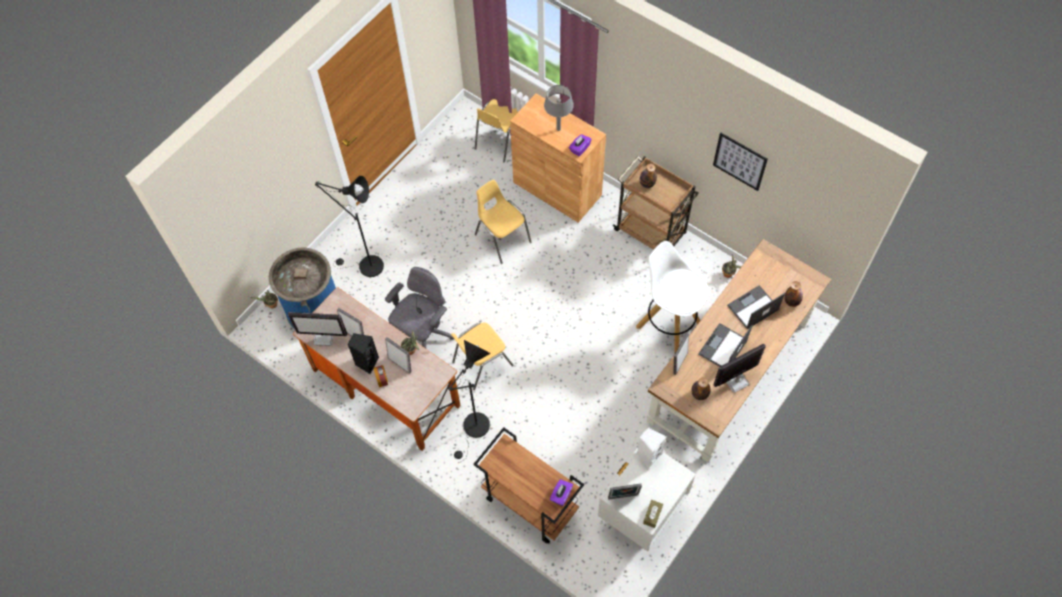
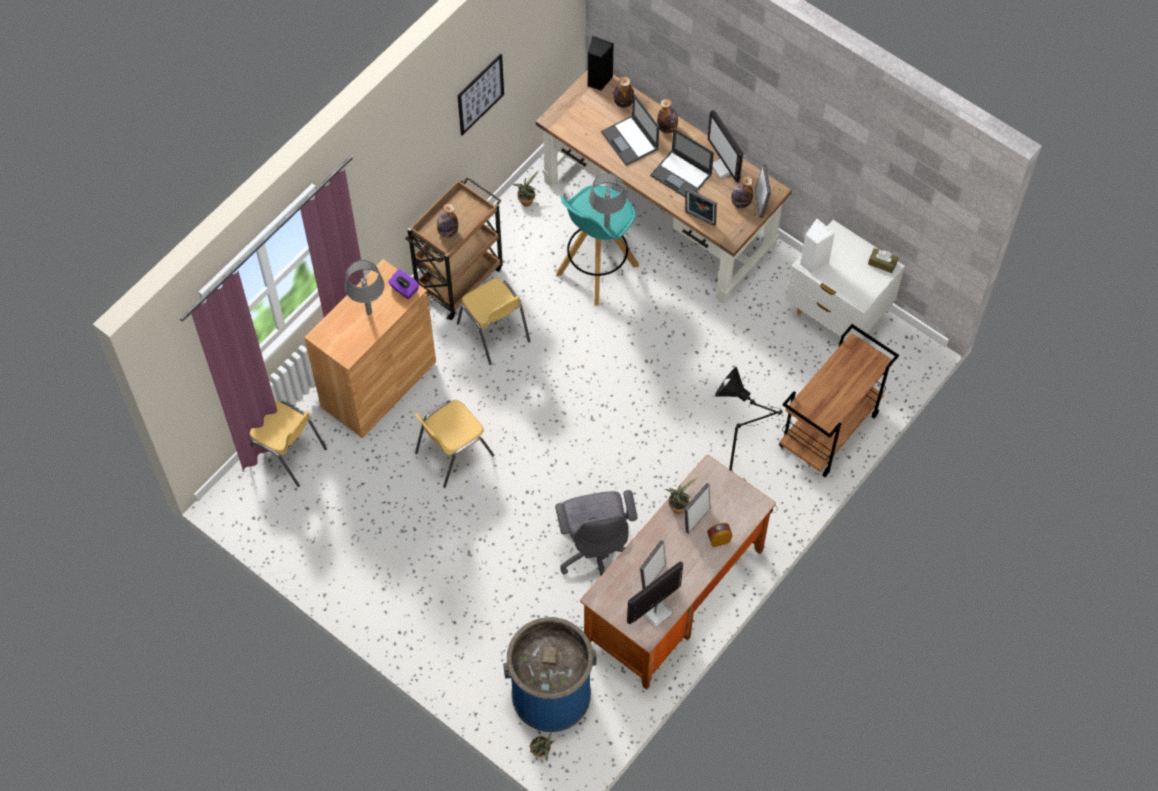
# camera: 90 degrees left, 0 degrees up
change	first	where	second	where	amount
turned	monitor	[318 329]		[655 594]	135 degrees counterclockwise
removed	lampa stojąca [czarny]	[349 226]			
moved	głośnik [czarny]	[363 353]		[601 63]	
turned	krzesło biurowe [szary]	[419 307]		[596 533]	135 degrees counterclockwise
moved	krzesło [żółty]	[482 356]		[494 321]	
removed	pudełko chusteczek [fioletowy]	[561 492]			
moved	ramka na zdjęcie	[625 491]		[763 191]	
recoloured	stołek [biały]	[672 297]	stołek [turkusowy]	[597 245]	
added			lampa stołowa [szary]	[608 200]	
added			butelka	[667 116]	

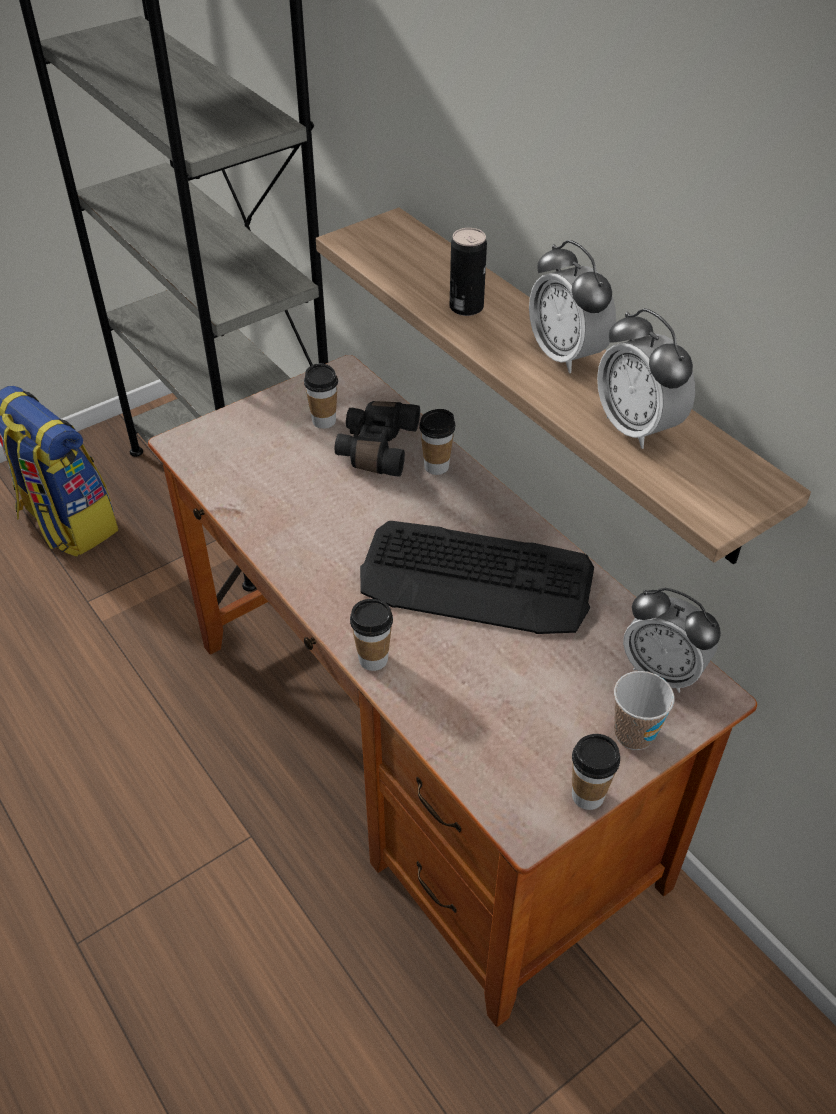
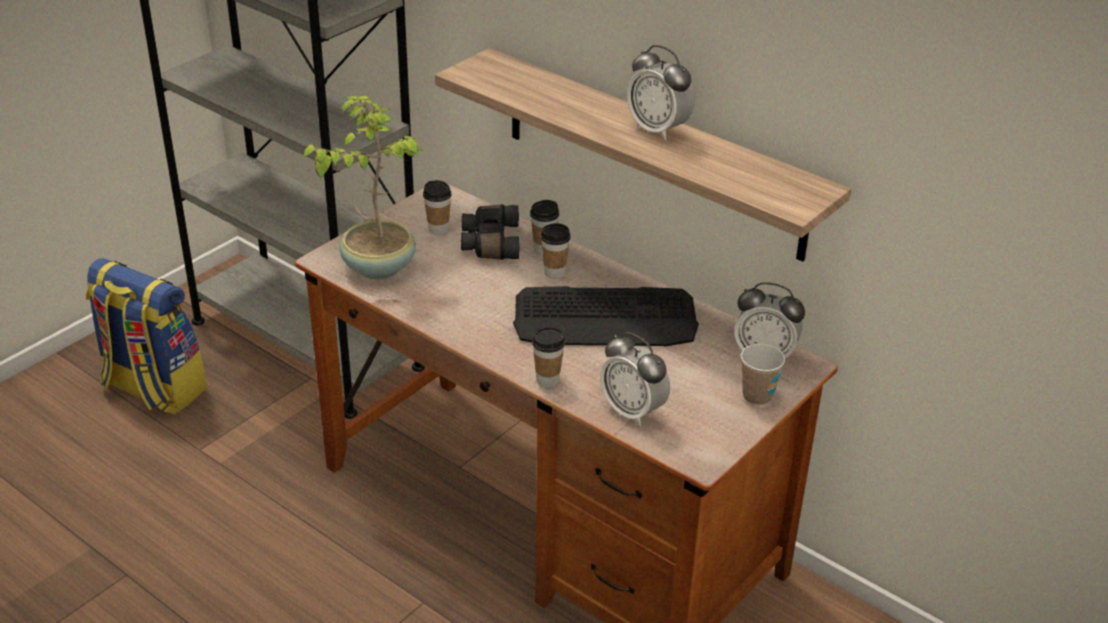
# camera: 15 degrees left, 10 degrees down
change	first	where	second	where	amount
removed	puszka	[468 272]			
moved	filiżanka	[596 772]		[555 251]	
moved	budzik	[646 378]		[635 379]	
added			roślina doniczkowa	[363 187]	

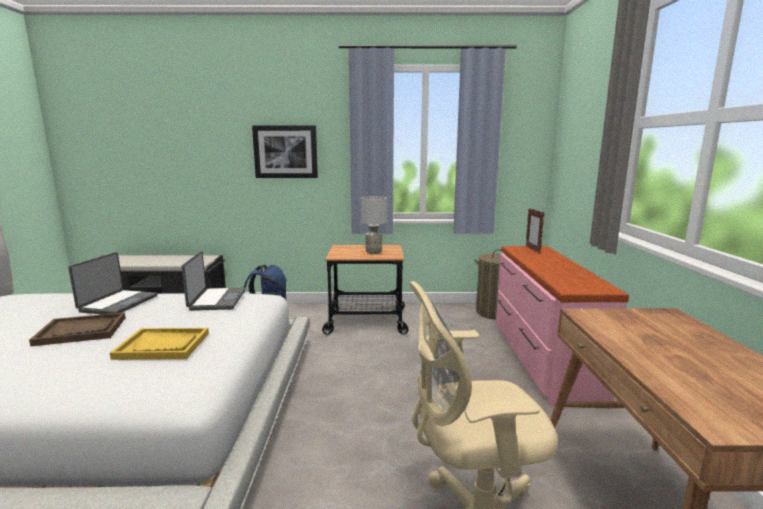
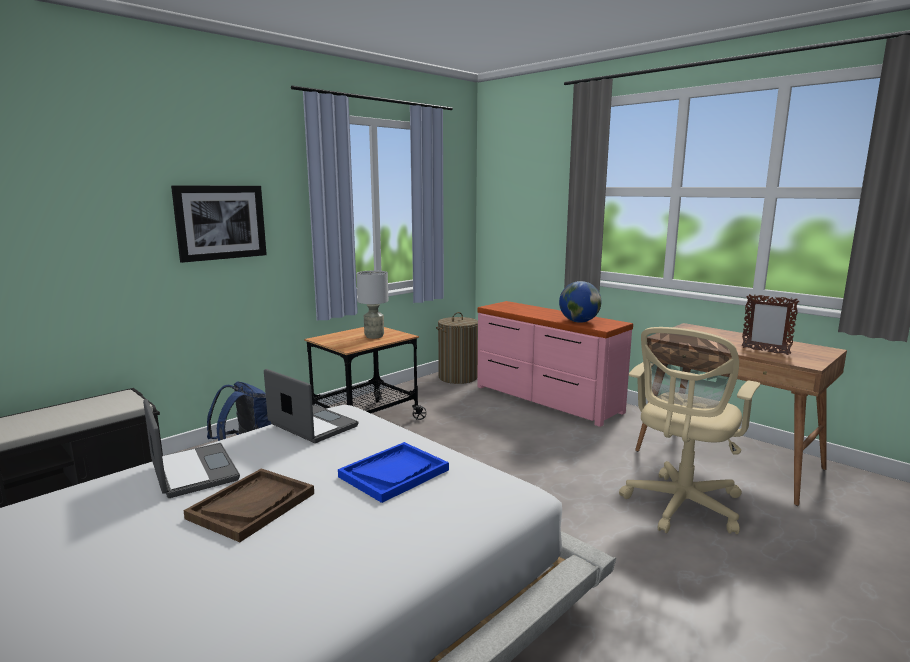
# camera: 45 degrees left, 0 degrees up
change	first	where	second	where	amount
recoloured	taca [żółty]	[159 344]	taca [niebieski]	[393 472]	
moved	ramka na zdjęcie	[535 231]		[770 324]	
added			globus	[580 302]	

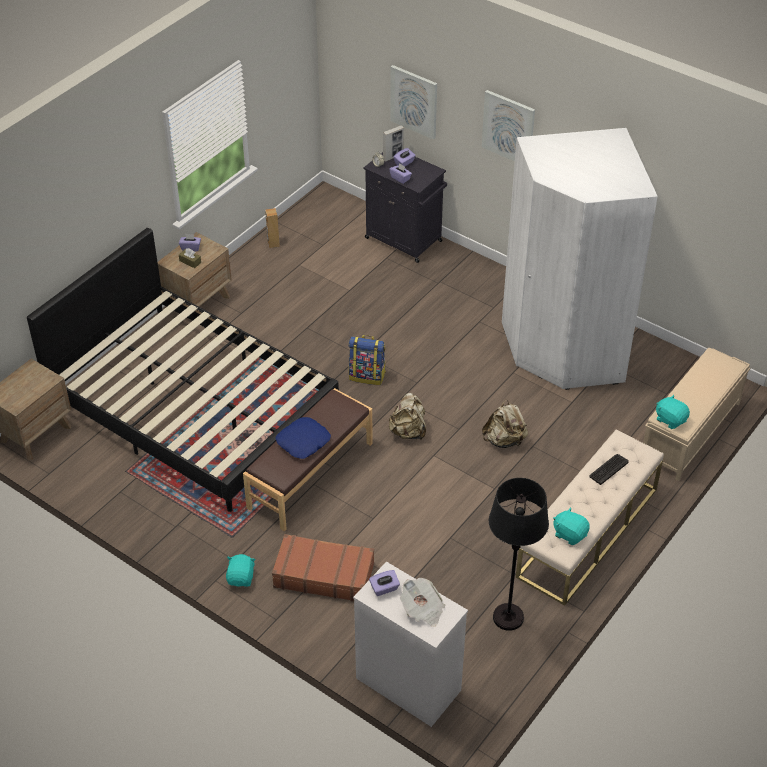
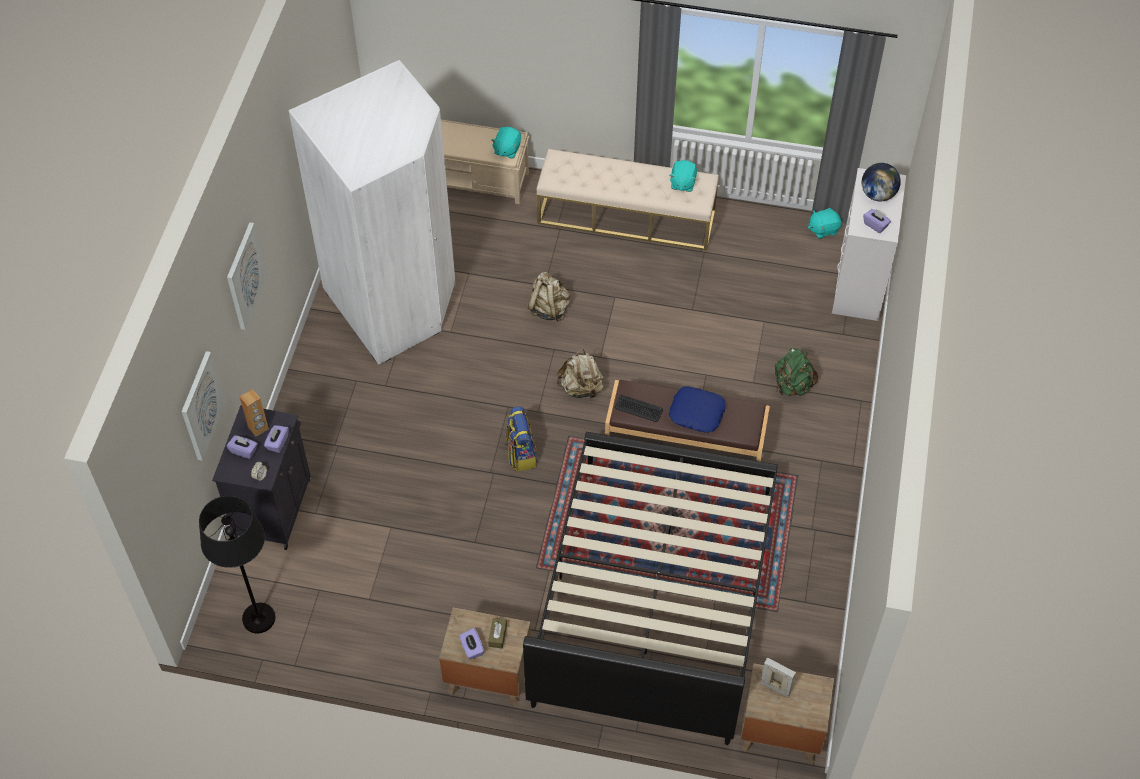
# camera: 115 degrees left, 10 degrees up
change	first	where	second	where	amount
moved	pluszak [turkusowy]	[241 570]		[825 223]	
moved	głośnik [brązowy]	[272 228]		[254 413]	
replaced	walizka [brązowy]	[323 568]	plecak [zielony]	[796 372]	
moved	ramka na zdjęcie	[393 143]		[778 678]	
replaced	gazeta	[422 602]	globus	[881 182]	
moved	lampa stojąca [czarny]	[519 554]		[237 564]	
moved	klawiatura	[609 469]		[639 408]	

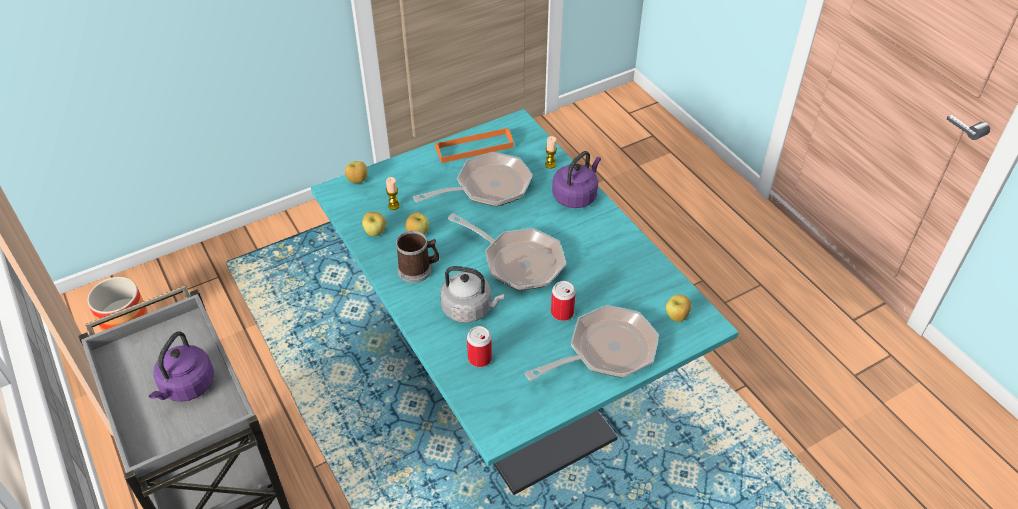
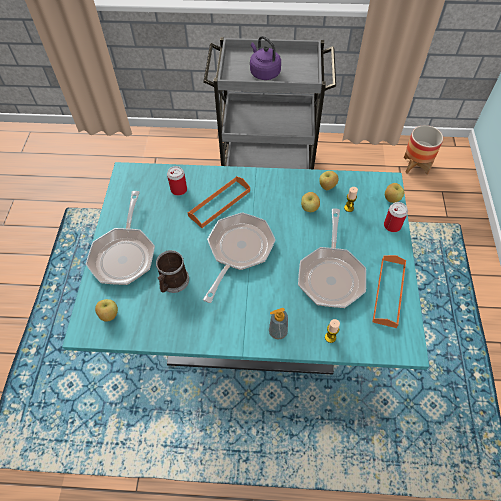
# camera: 125 degrees right, 10 degrees up
change	first	where	second	where	amount
moved	kubek	[417 257]		[172 271]	
replaced	czajnik [szary]	[472 294]	taca [pomarańczowy]	[218 202]	
turned	patelnia	[507 251]		[239 257]	135 degrees clockwise
moved	puszka	[563 301]		[396 217]	
replaced	czajnik [fioletowy]	[576 179]	dozownik mydła	[278 324]	

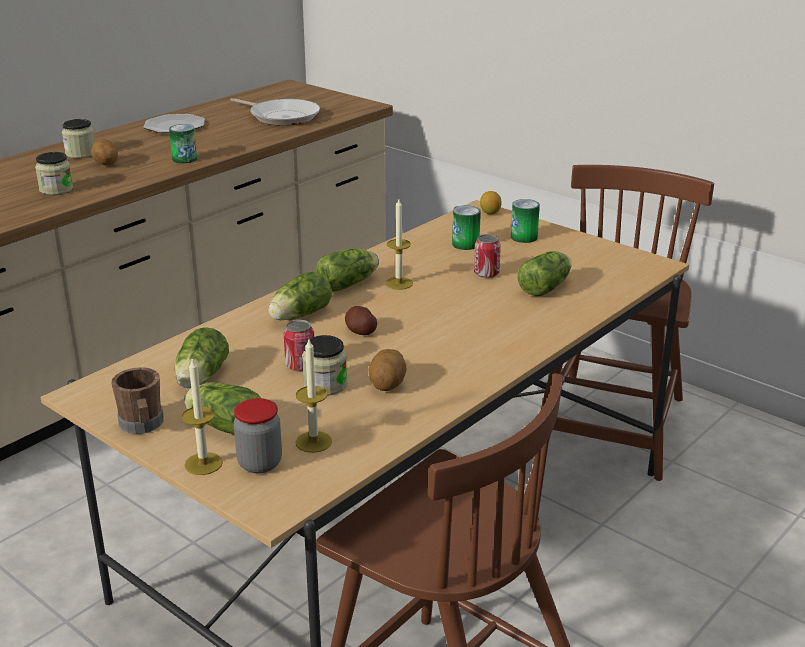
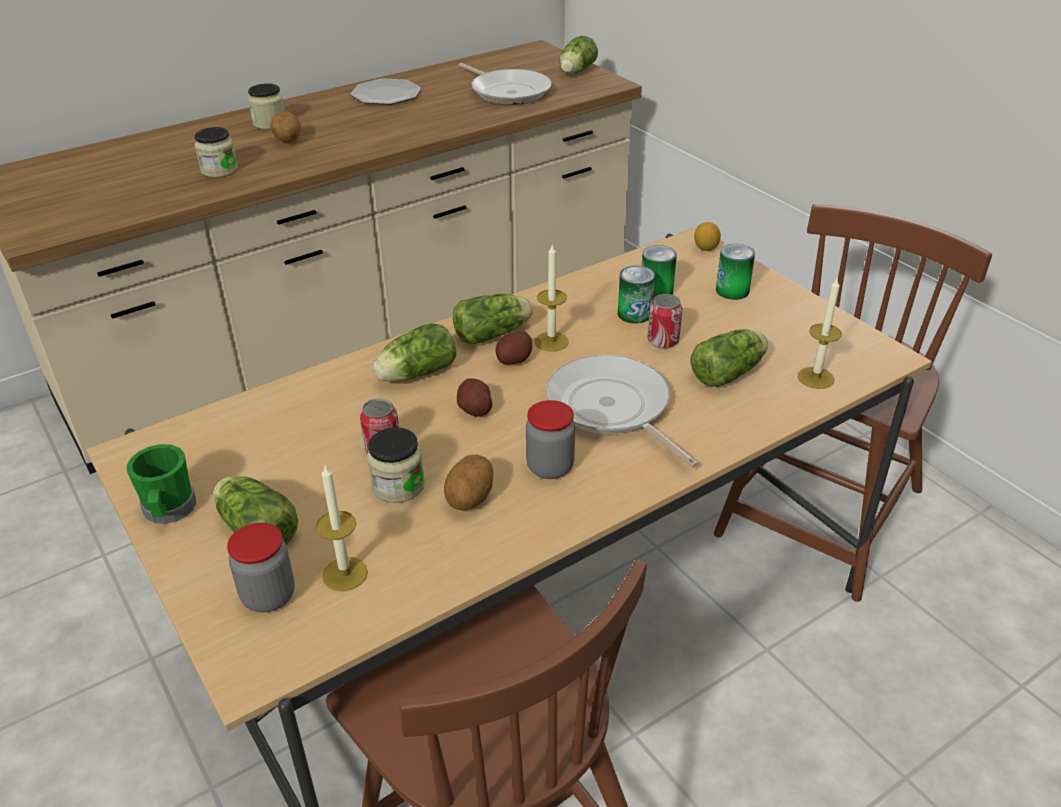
# camera: 15 degrees right, 10 degrees up
change	first	where	second	where	amount
recoloured	kubek [brązowy]	[137 400]	kubek [zielony]	[161 484]	
moved	puszka	[183 144]		[636 295]	
moved	sałata	[202 357]		[579 55]	
moved	świeca	[202 416]		[820 333]	
added			ziemniak	[513 348]	
added			słoik	[550 439]	
added			patelnia	[622 411]	

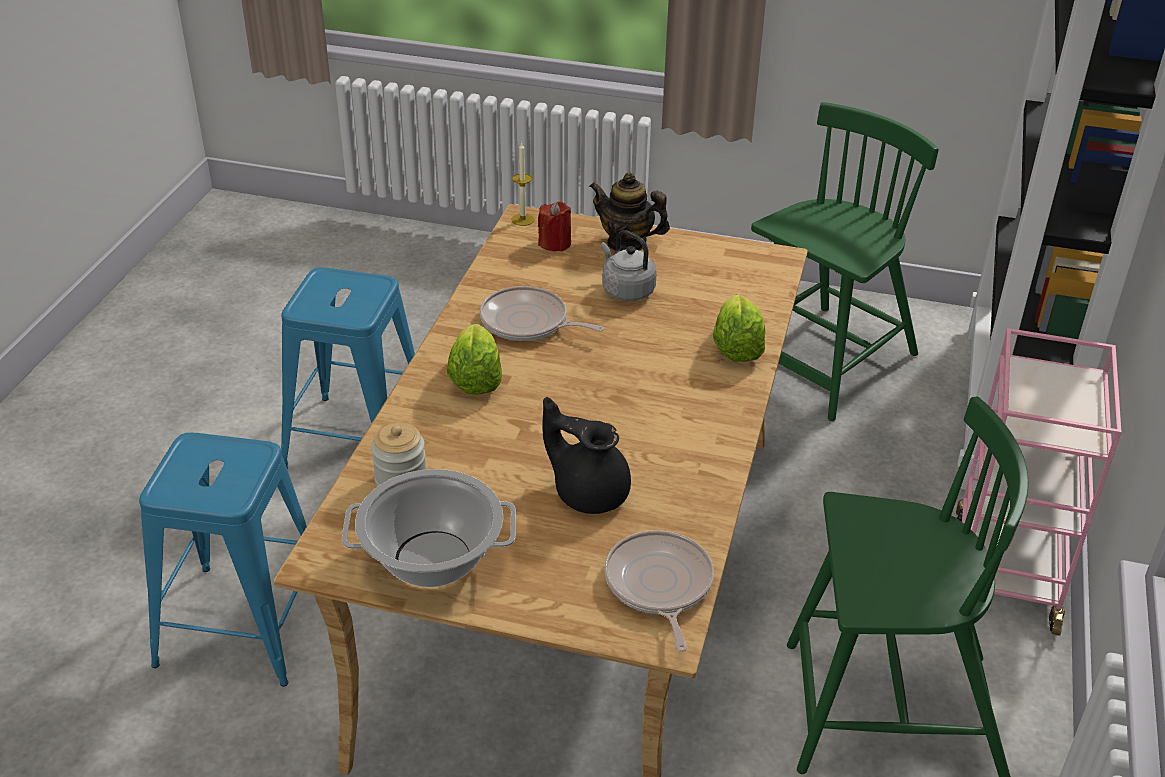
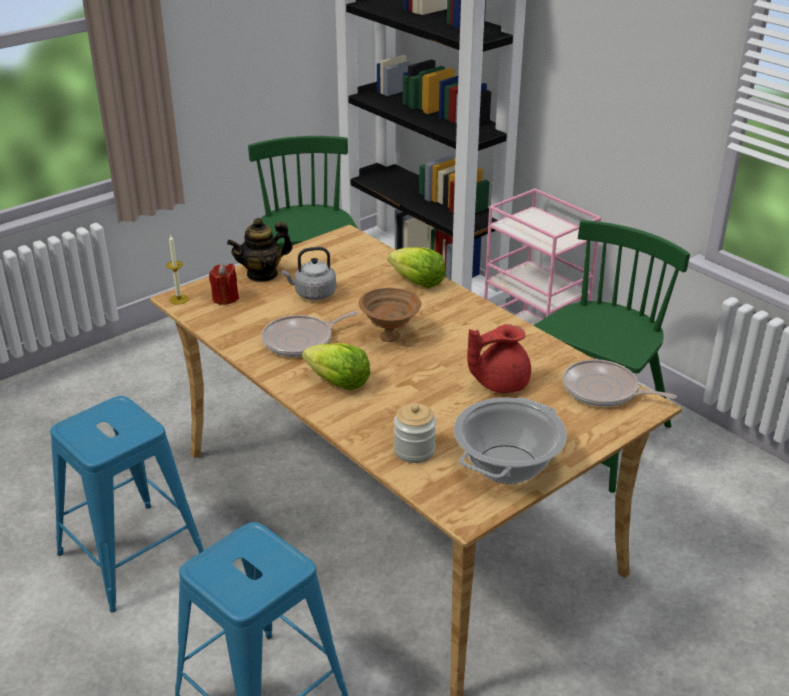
# camera: 55 degrees left, 5 degrees down
change	first	where	second	where	amount
recoloured	imbryk [czarny]	[586 455]	imbryk [czerwony]	[499 358]	
added			miska [brązowy]	[390 315]	

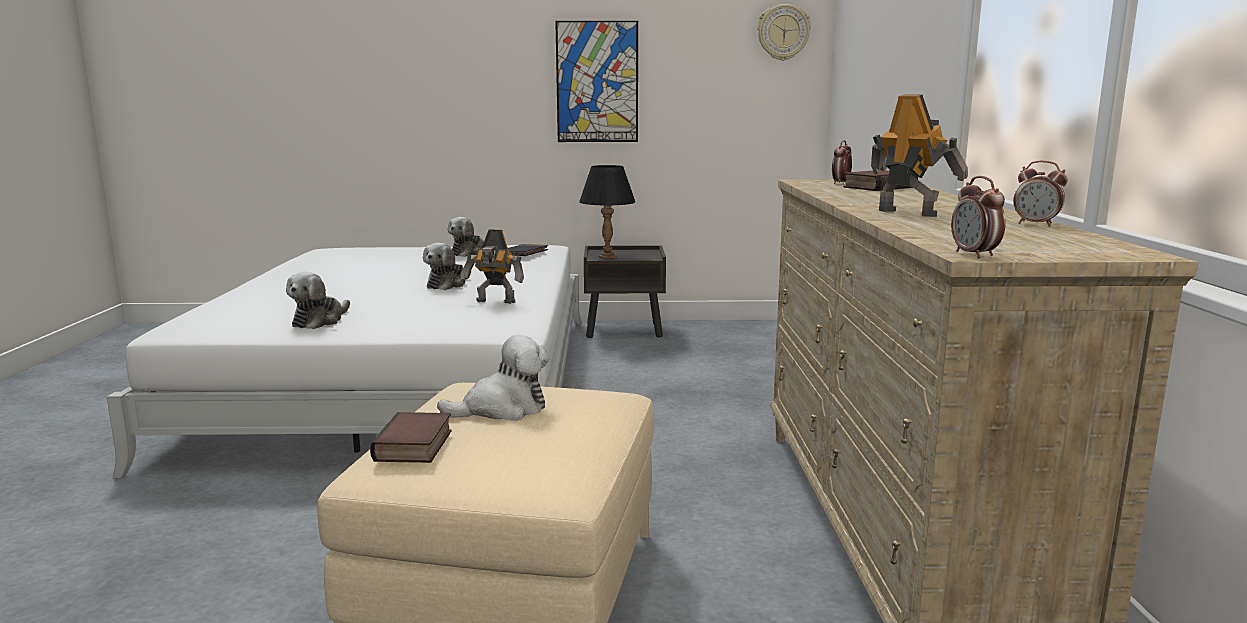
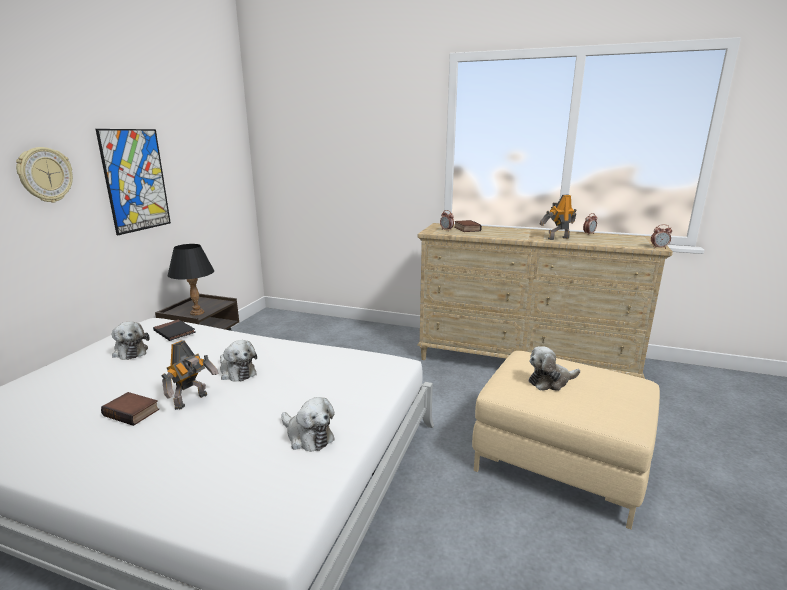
# camera: 70 degrees left, 5 degrees up
change	first	where	second	where	amount
moved	książka	[411 437]		[130 409]	
turned	pluszak	[493 378]		[554 368]	105 degrees counterclockwise
moved	robot zabawkowy	[492 266]		[190 375]	
moved	zegar ścienny	[784 32]		[44 175]	

